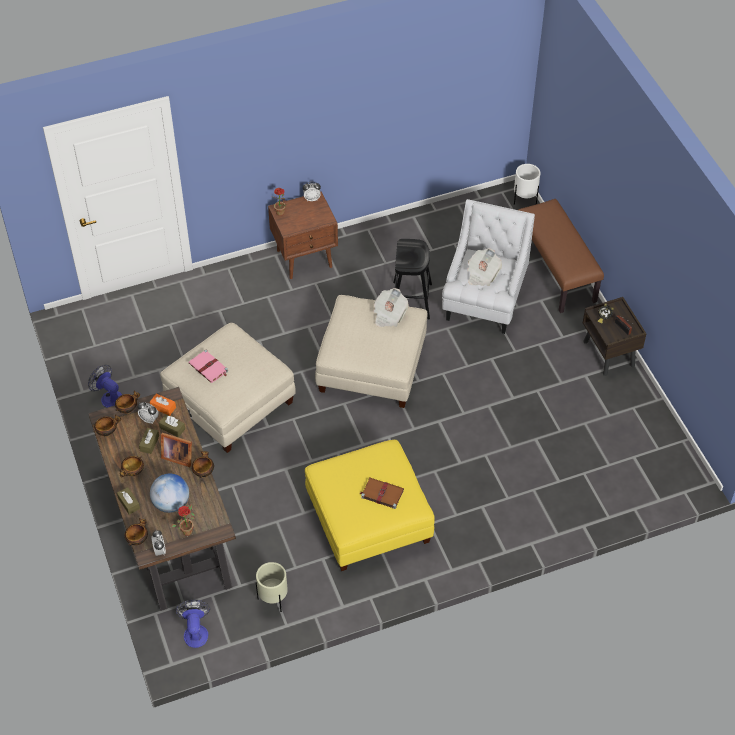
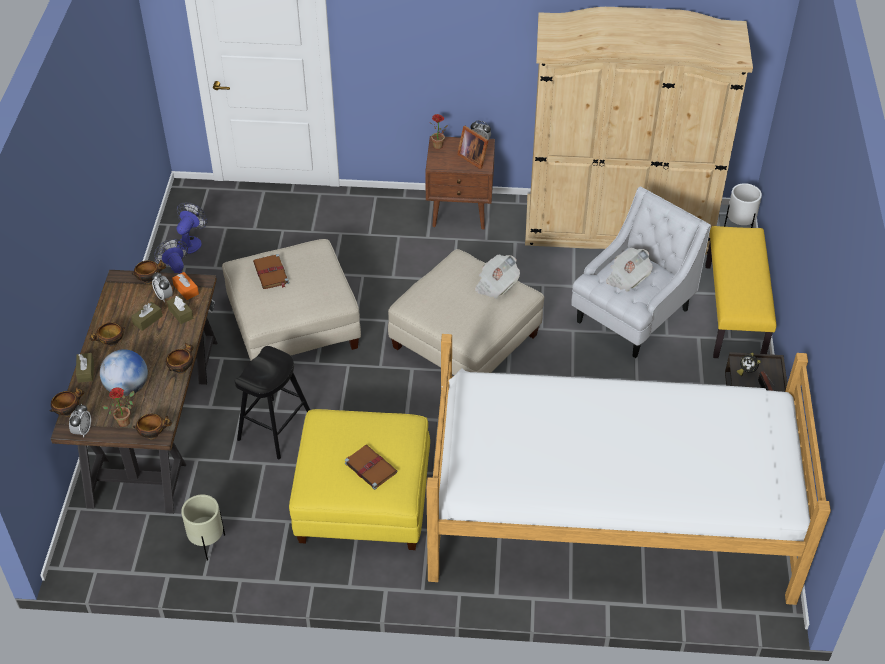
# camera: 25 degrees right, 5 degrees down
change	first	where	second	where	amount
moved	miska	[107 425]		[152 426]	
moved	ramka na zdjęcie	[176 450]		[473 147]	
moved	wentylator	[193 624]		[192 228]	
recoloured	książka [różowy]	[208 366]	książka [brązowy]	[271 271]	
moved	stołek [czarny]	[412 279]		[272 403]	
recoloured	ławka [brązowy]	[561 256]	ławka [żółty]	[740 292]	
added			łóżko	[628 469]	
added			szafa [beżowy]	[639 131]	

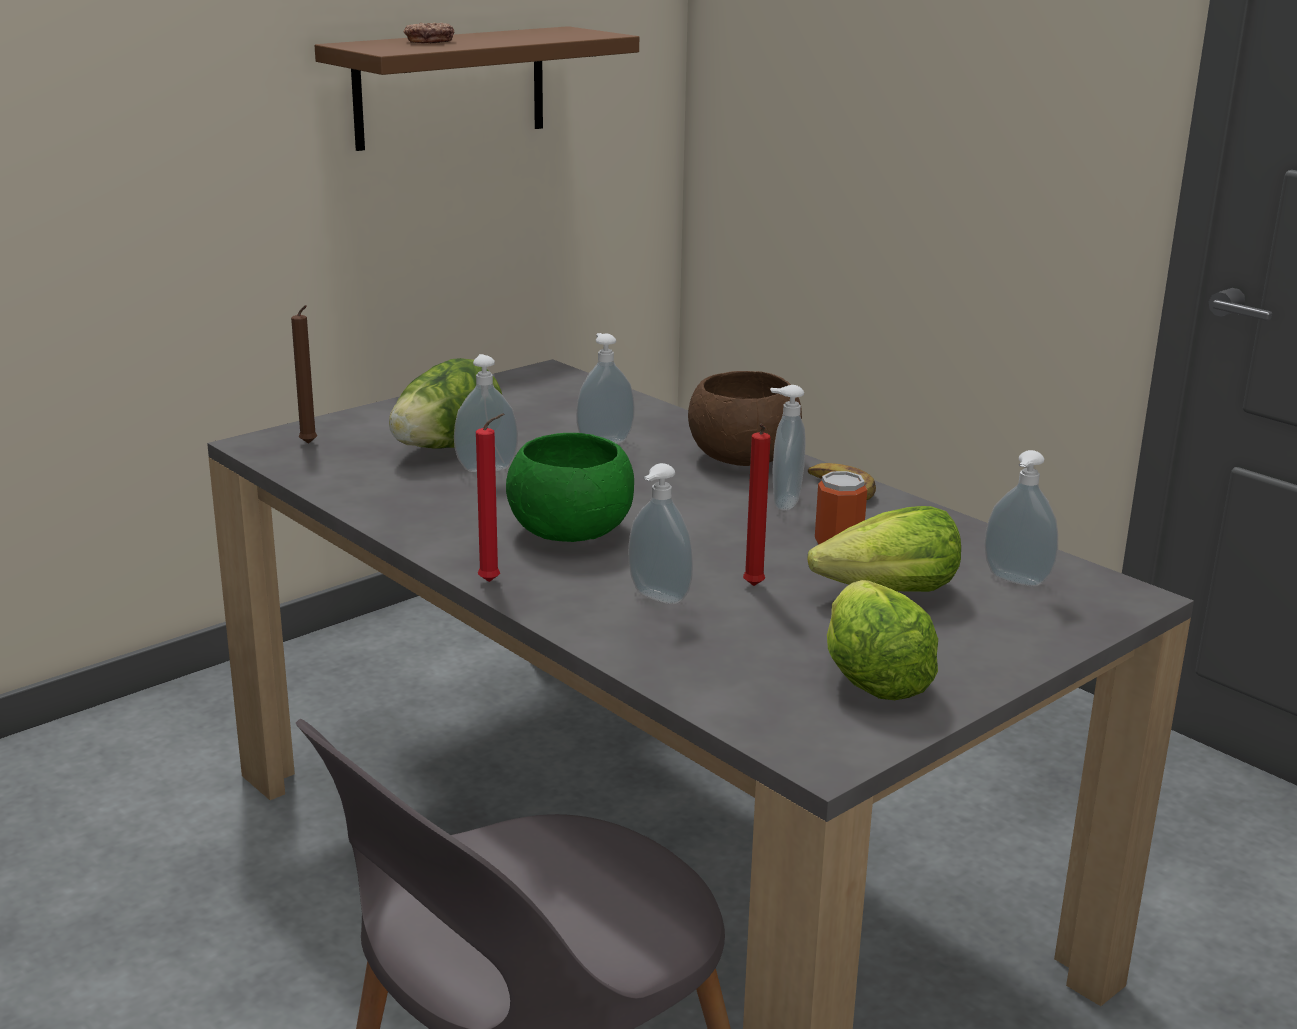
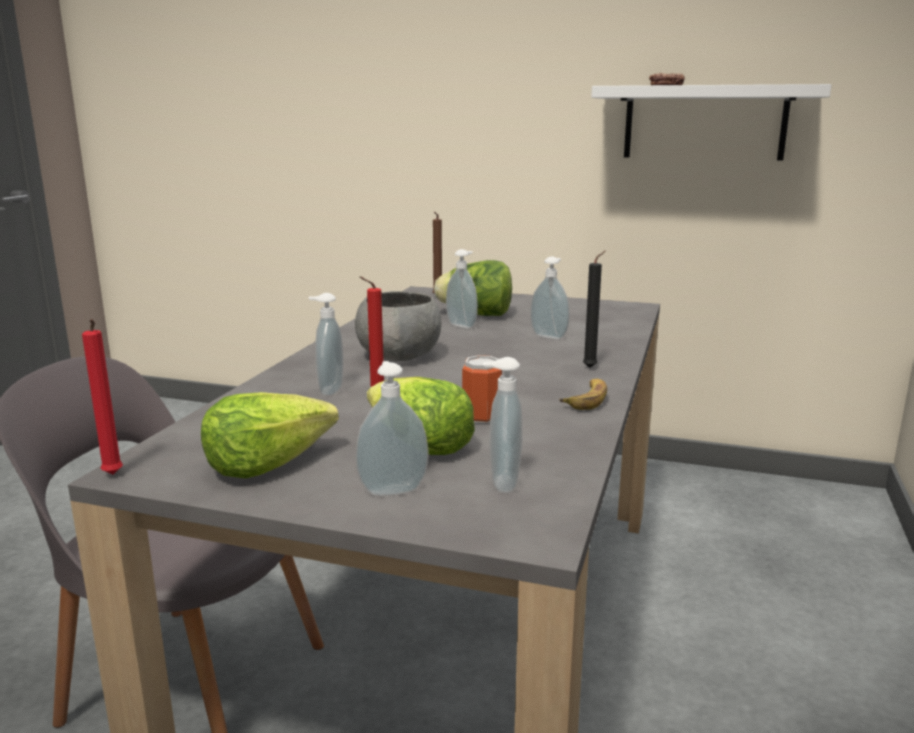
# camera: 60 degrees right, 5 degrees down
change	first	where	second	where	amount
recoloured	półka [brązowy]	[477 88]	półka [biały]	[711 122]	
moved	świeca [czerwony]	[490 497]		[102 396]	
recoloured	miska [zielony]	[570 487]	miska [szary]	[398 326]	
replaced	miska [brązowy]	[745 418]	świeca [czarny]	[594 309]	
moved	dozownik mydła	[788 448]		[392 428]	

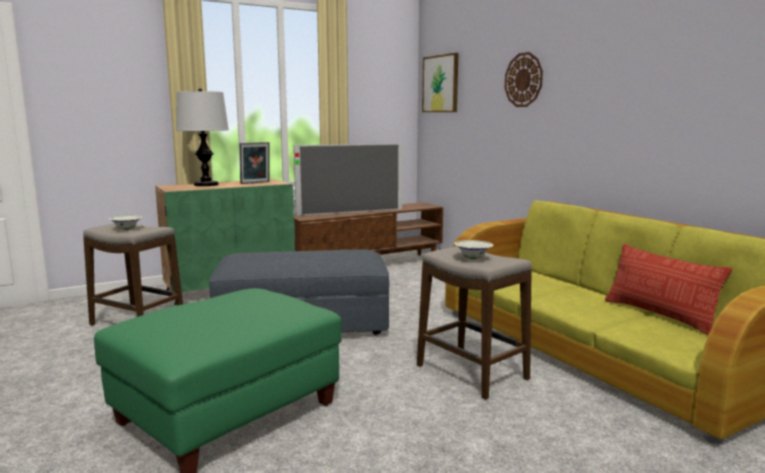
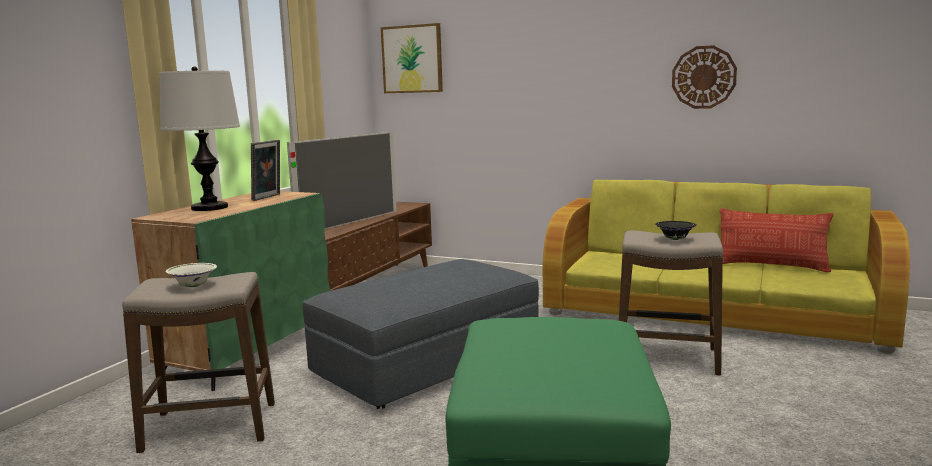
# camera: 35 degrees left, 0 degrees up
change	first	where	second	where	amount
recoloured	miska [biały]	[473 249]	miska [czarny]	[676 230]	
moved	zegar ścienny	[523 79]		[704 77]	

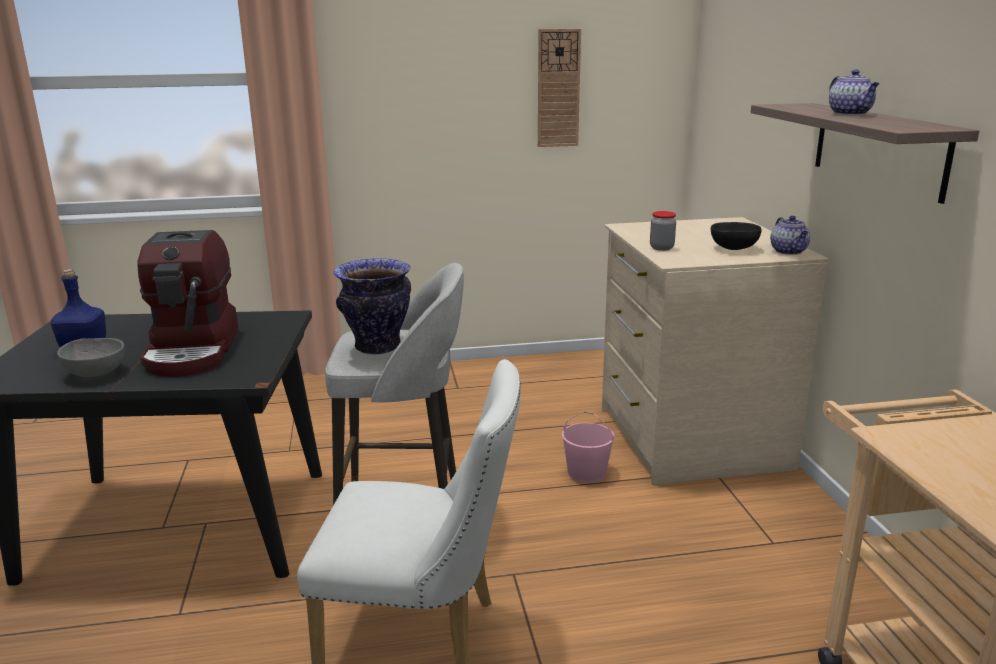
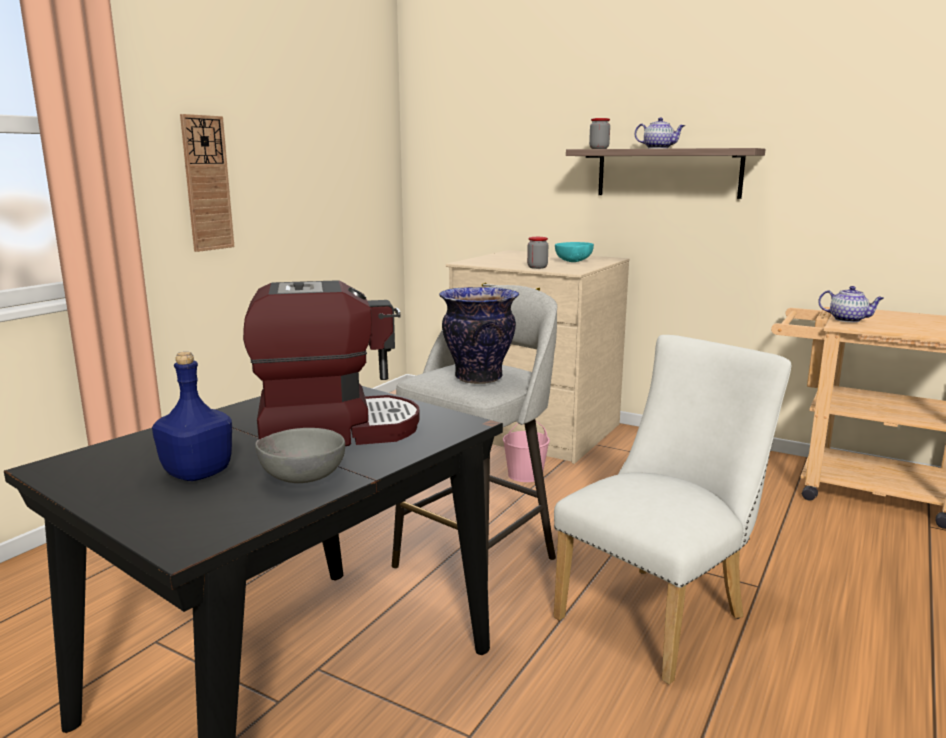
# camera: 50 degrees left, 5 degrees down
change	first	where	second	where	amount
turned	ekspres do kawy	[187 303]		[331 363]	45 degrees counterclockwise
moved	zegar ścienny	[559 88]		[207 183]	
recoloured	miska [czarny]	[736 236]	miska [turkusowy]	[574 252]	
moved	imbryk	[790 235]		[851 304]	
added			słoik	[599 133]	

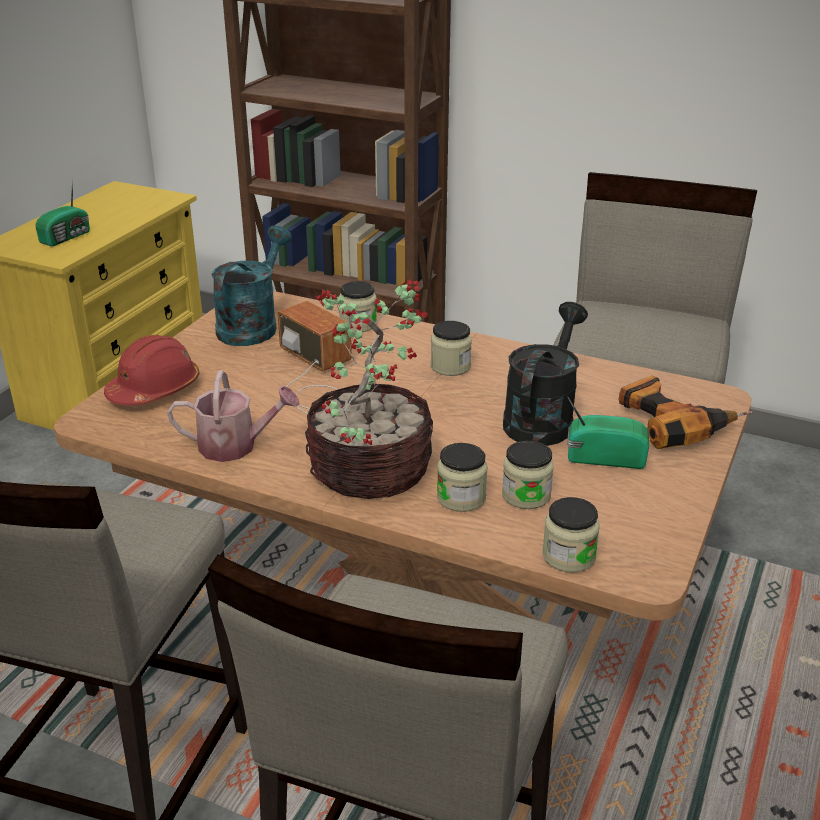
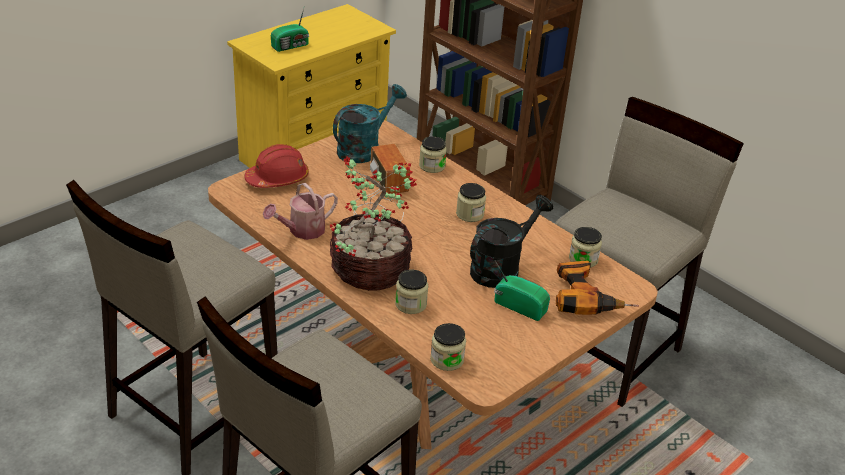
# camera: 20 degrees right, 5 degrees up
change	first	where	second	where	amount
turned	konewka	[233 416]		[300 211]	120 degrees clockwise
moved	słoik	[528 475]		[585 247]	

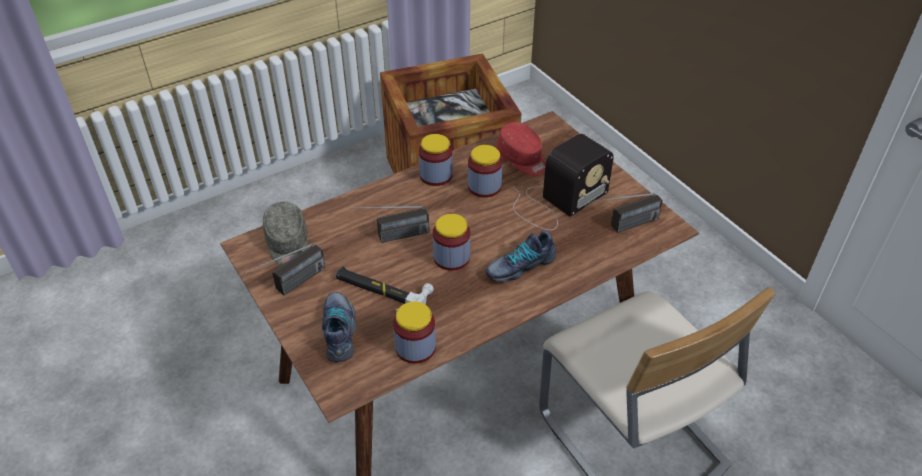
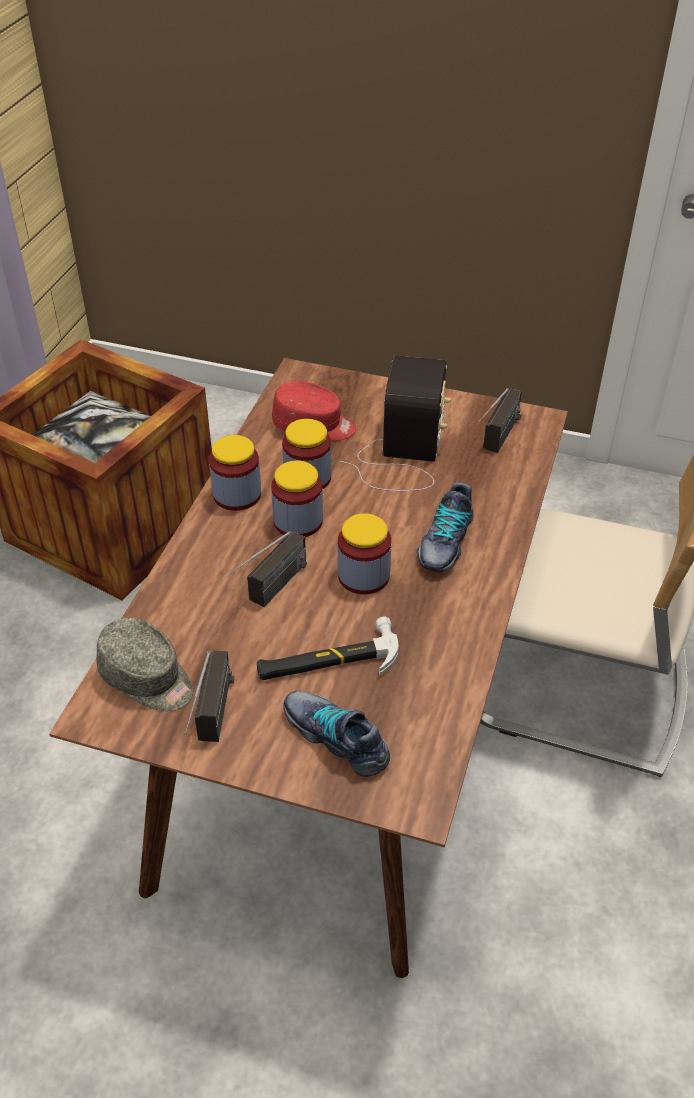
# camera: 40 degrees left, 0 degrees up
change	first	where	second	where	amount
moved	słoik	[414 332]		[297 499]	

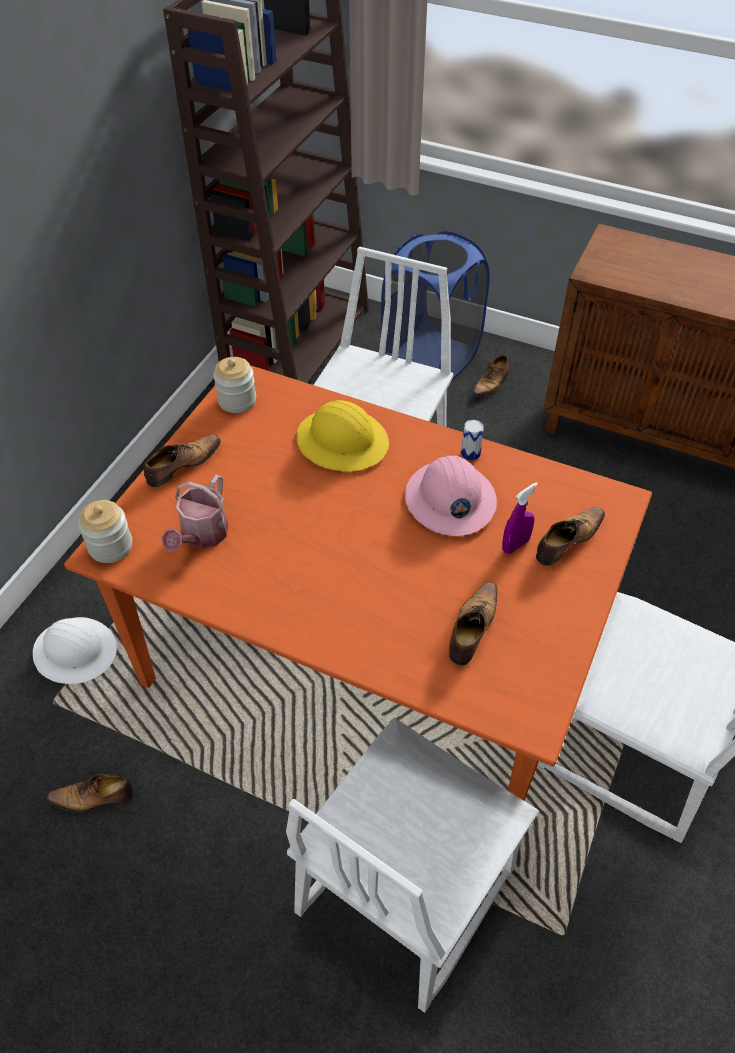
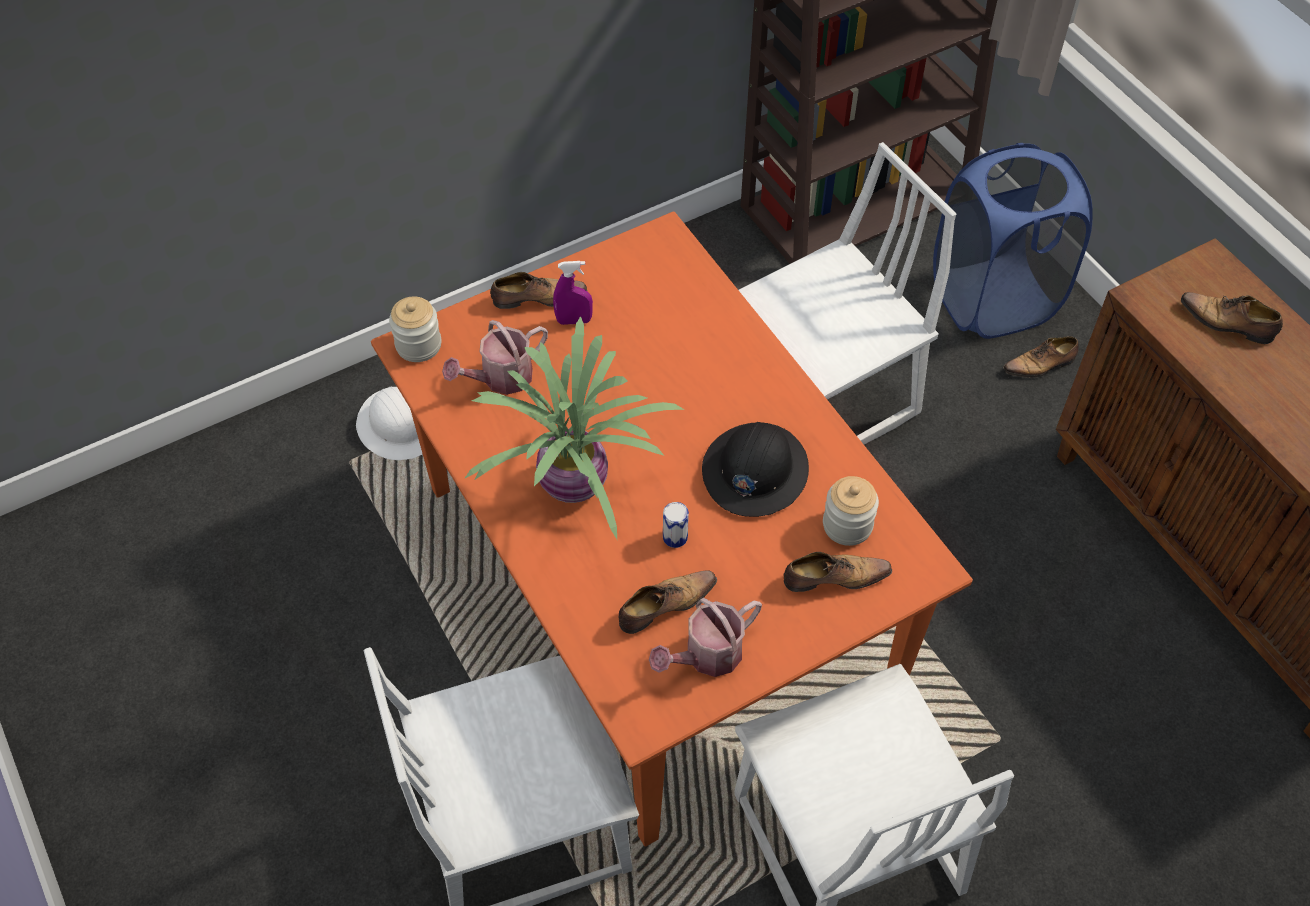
# camera: 35 degrees right, 5 degrees up
change	first	where	second	where	amount
moved	but	[90 793]		[1232 318]	
moved	słoik	[234 385]		[851 511]	
removed	kask [żółty]	[343 436]			
recoloured	kask [różowy]	[451 496]	kask [czarny]	[755 469]	
moved	puszka	[472 440]		[676 525]	
moved	spryskiwacz [fioletowy]	[520 518]		[573 293]	
added			roślina doniczkowa	[574 427]	
added			konewka	[705 637]	

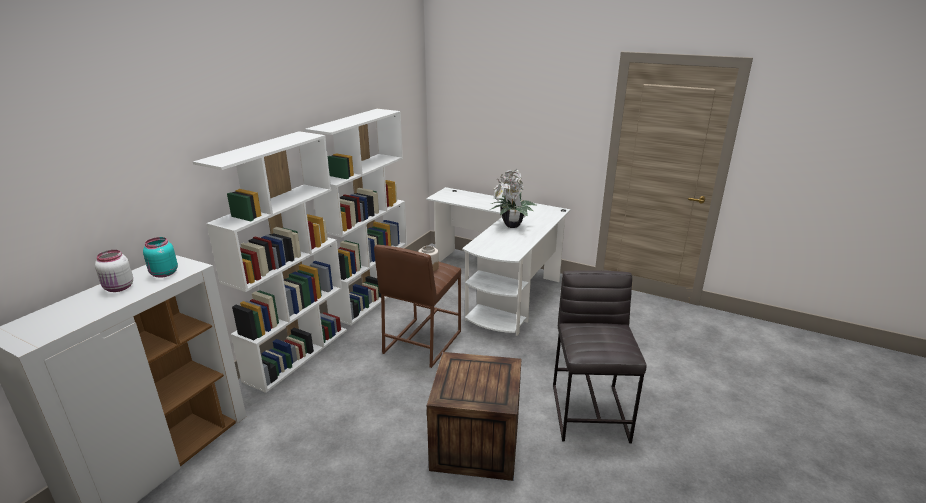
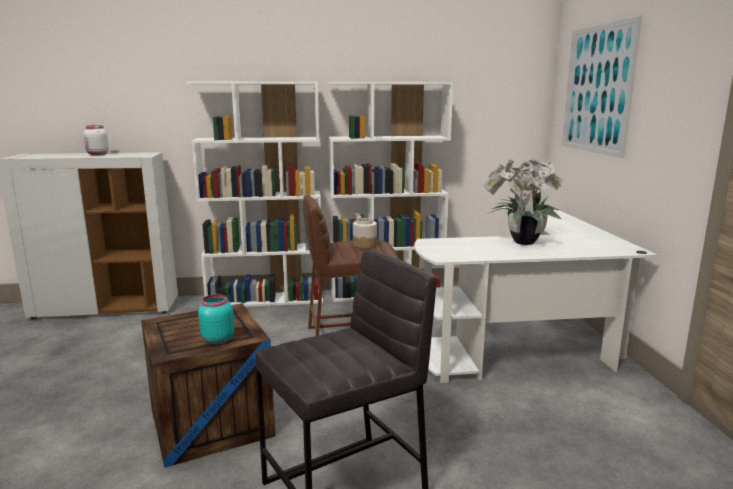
# camera: 55 degrees right, 10 degrees down
change	first	where	second	where	amount
moved	słoik [turkusowy]	[160 257]		[216 319]	
added			obraz	[602 87]	

